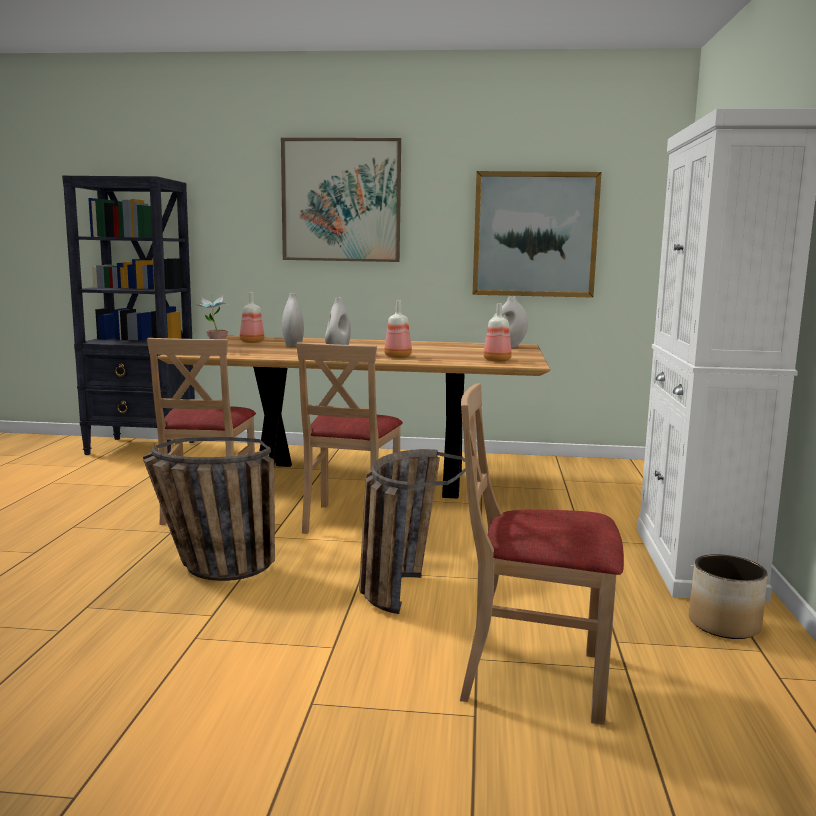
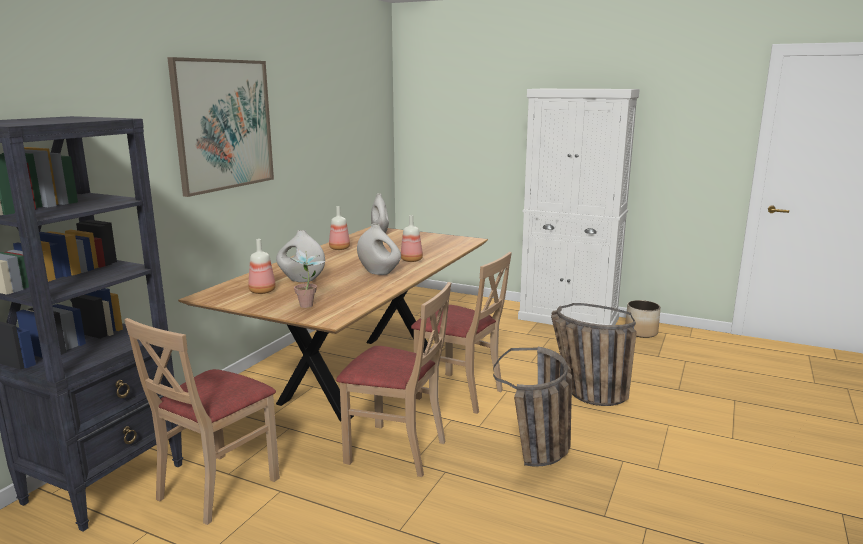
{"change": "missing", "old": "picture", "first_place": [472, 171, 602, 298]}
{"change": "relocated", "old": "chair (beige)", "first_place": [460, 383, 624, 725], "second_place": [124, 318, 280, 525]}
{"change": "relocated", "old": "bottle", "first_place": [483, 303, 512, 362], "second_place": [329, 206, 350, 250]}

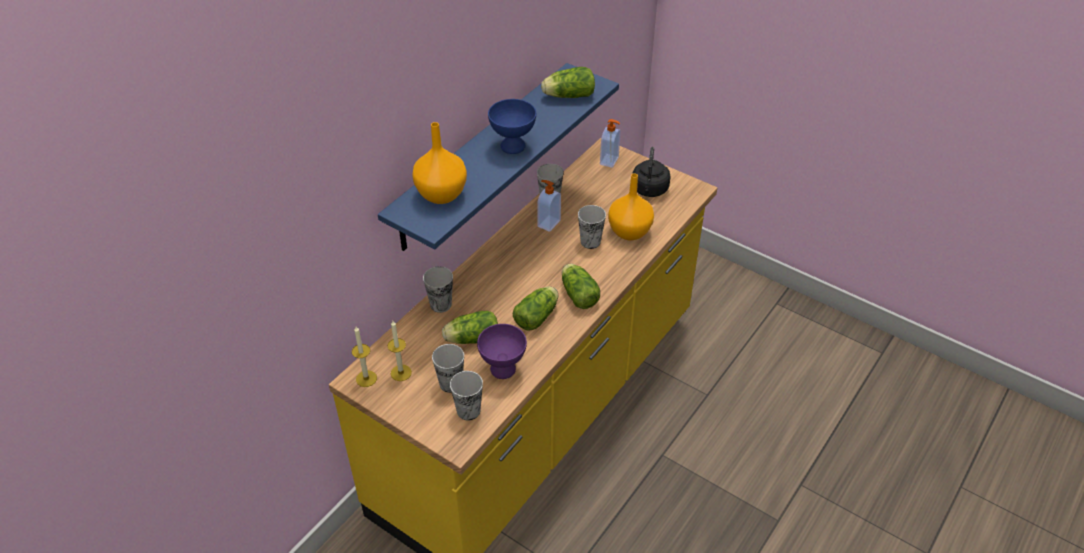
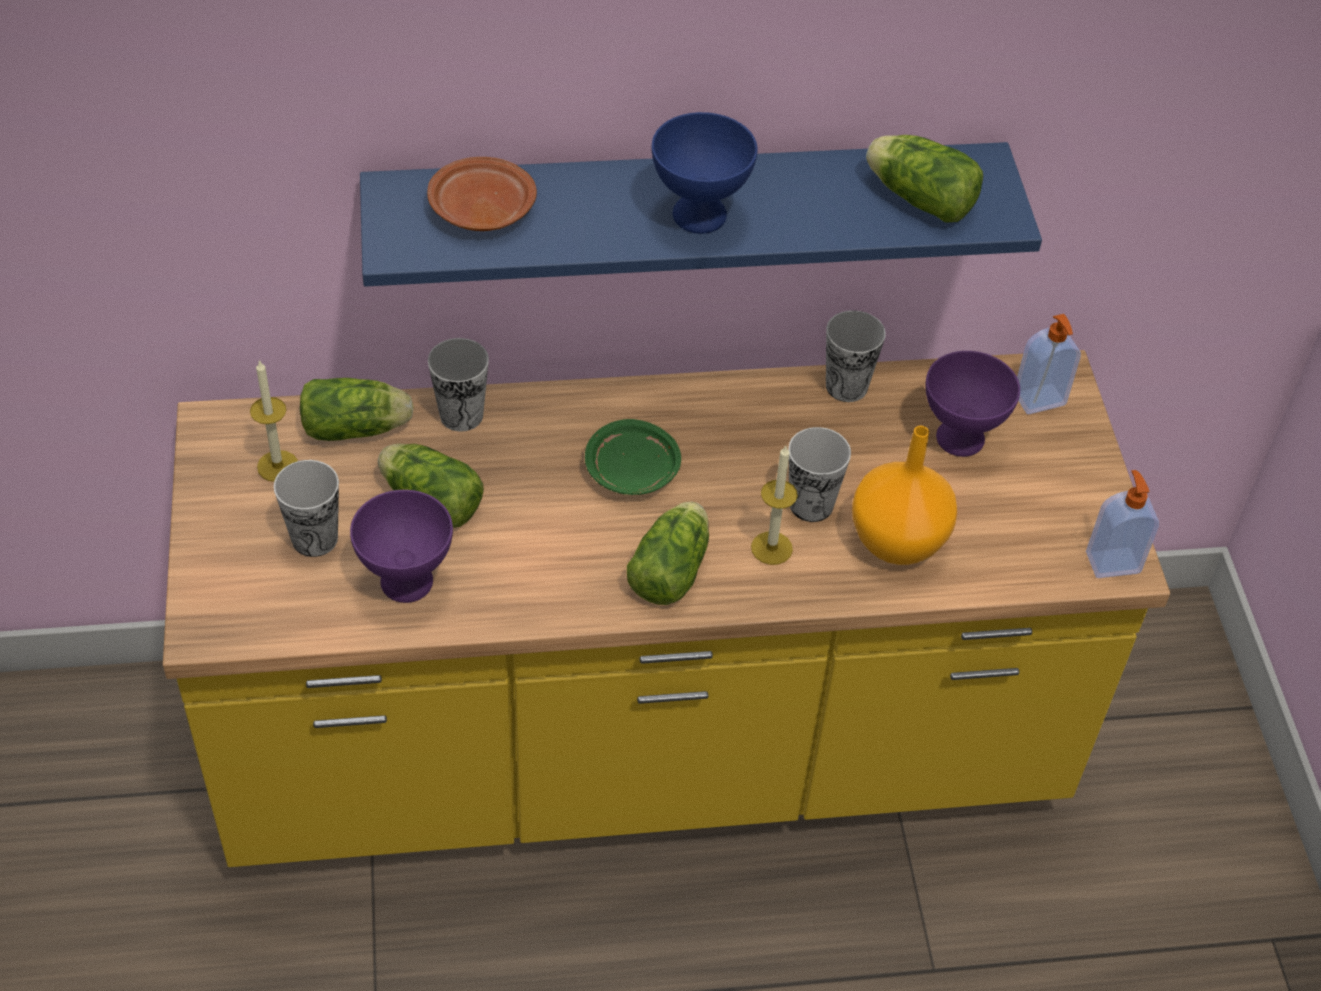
{"change": "missing", "old": "cup", "first_place": [450, 371, 483, 420]}
{"change": "missing", "old": "kettle (black)", "first_place": [632, 147, 670, 197]}
{"change": "appeared", "new": "plate (green)", "second_place": [585, 419, 681, 495]}
{"change": "appeared", "new": "bowl (purple)", "second_place": [926, 351, 1020, 457]}
{"change": "relocated", "old": "candle", "first_place": [352, 327, 377, 387], "second_place": [751, 446, 798, 565]}
{"change": "relocated", "old": "lettuce", "first_place": [513, 287, 558, 331], "second_place": [300, 378, 414, 441]}
{"change": "relocated", "old": "soap dispenser", "first_place": [537, 180, 561, 232], "second_place": [1086, 470, 1159, 578]}
{"change": "exchanged", "old": "vase (orange)", "new": "plate (brown)", "first_place": [412, 122, 467, 204], "second_place": [427, 157, 537, 231]}

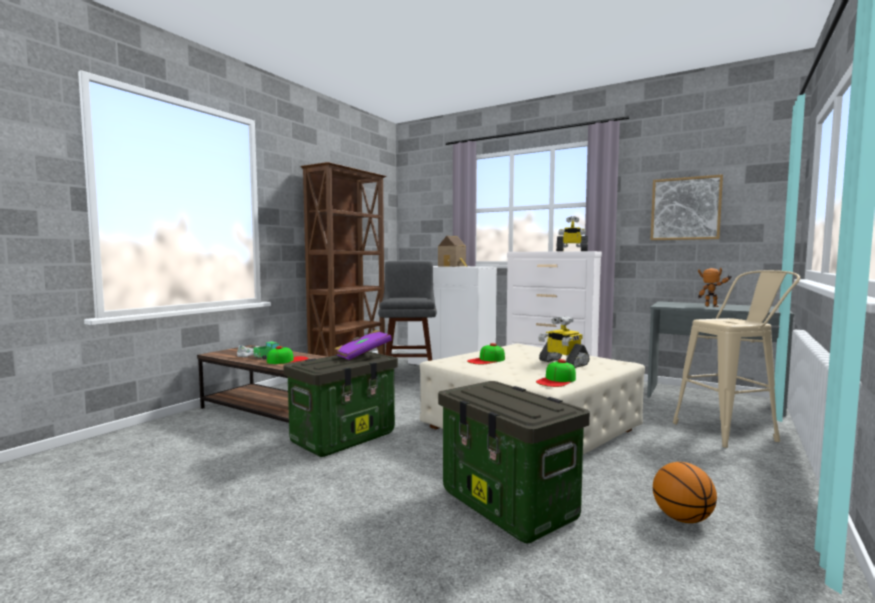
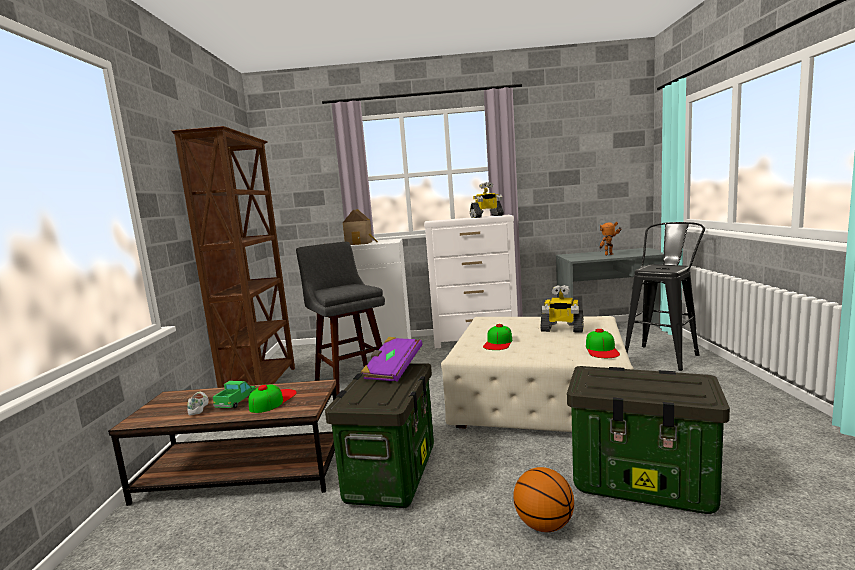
{"change": "missing", "old": "picture", "first_place": [650, 174, 723, 240]}
{"change": "relocated", "old": "basketball", "first_place": [653, 462, 717, 523], "second_place": [513, 467, 574, 532]}
{"change": "colour", "old": "stool (beige)", "new": "stool (black)", "first_place": [673, 270, 800, 448], "second_place": [625, 222, 705, 371]}

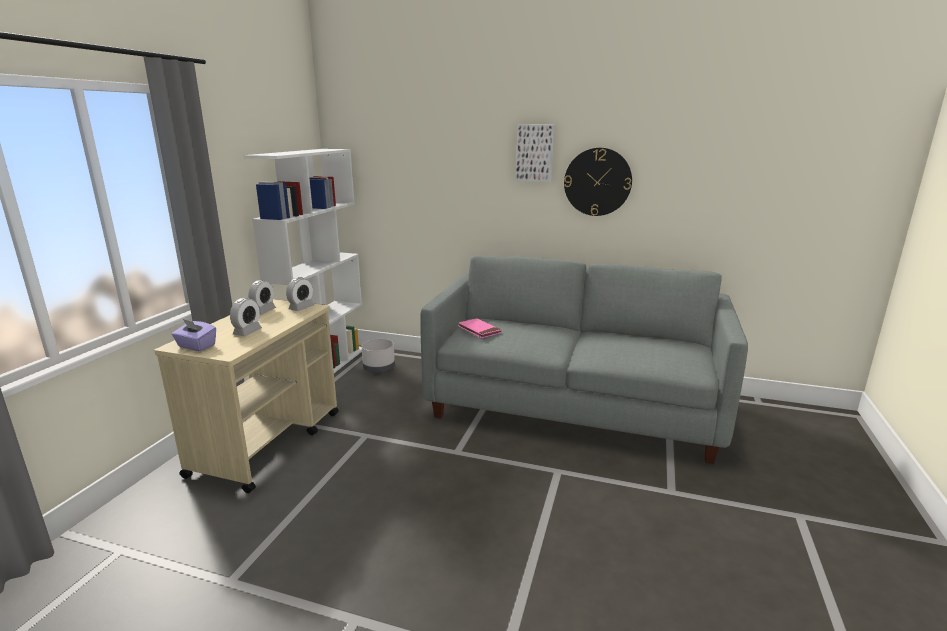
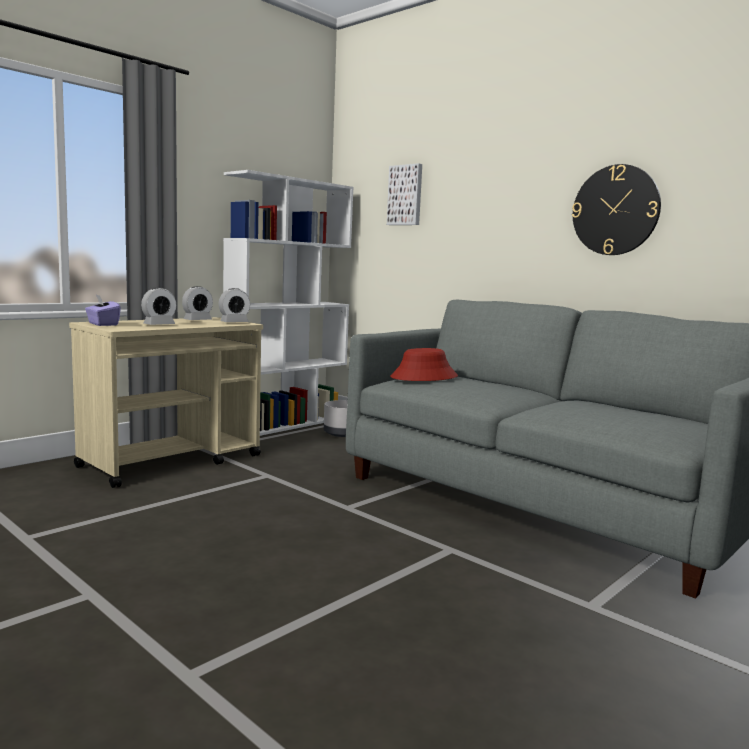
{"change": "relocated", "old": "picture", "first_place": [516, 124, 555, 182], "second_place": [387, 163, 422, 225]}
{"change": "exchanged", "old": "book (pink)", "new": "hat (red)", "first_place": [458, 318, 501, 338], "second_place": [390, 348, 458, 381]}

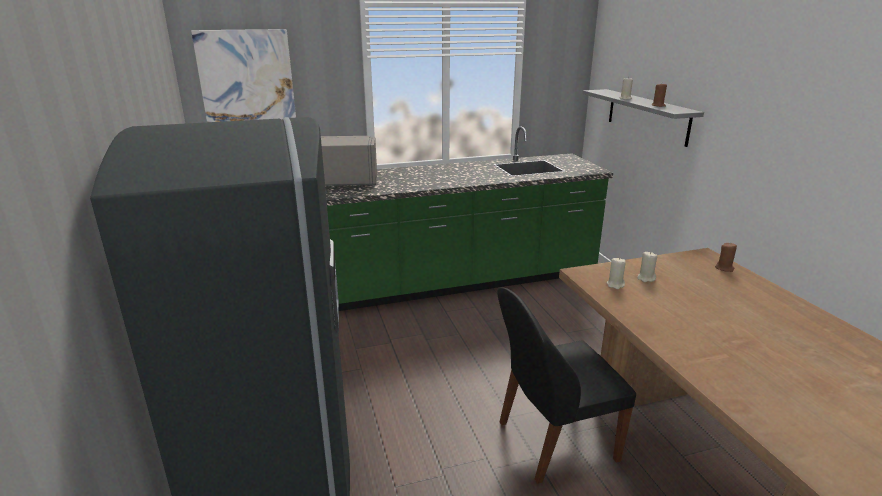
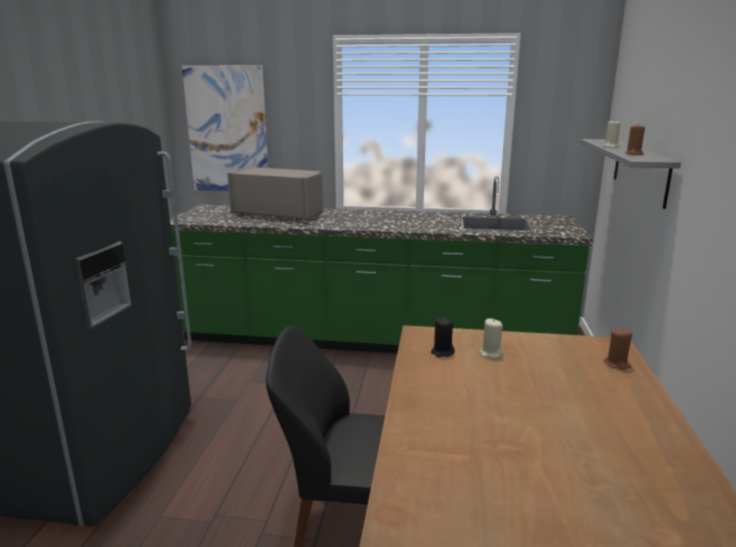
{"change": "colour", "old": "candle (beige)", "new": "candle (black)", "first_place": [607, 257, 626, 289], "second_place": [431, 318, 455, 357]}

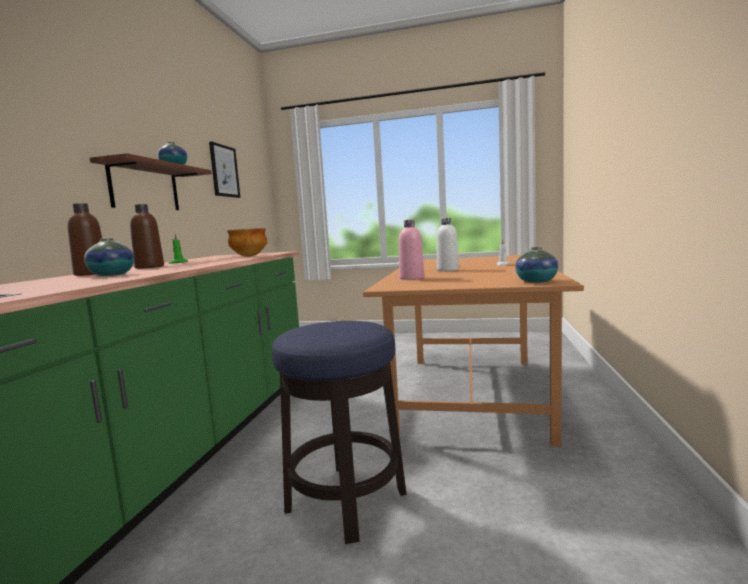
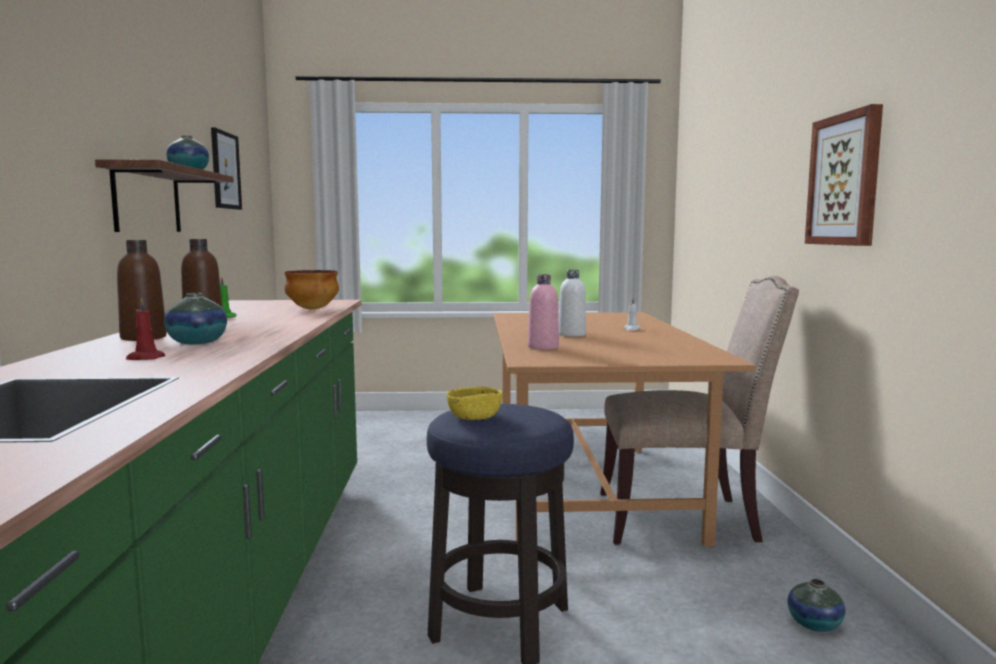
{"change": "appeared", "new": "candle (red)", "second_place": [126, 297, 165, 360]}
{"change": "appeared", "new": "bowl (yellow)", "second_place": [446, 387, 503, 420]}
{"change": "appeared", "new": "chair (beige)", "second_place": [600, 276, 799, 545]}
{"change": "appeared", "new": "picture", "second_place": [805, 104, 883, 246]}
{"change": "relocated", "old": "vase", "first_place": [515, 247, 558, 283], "second_place": [787, 579, 845, 632]}

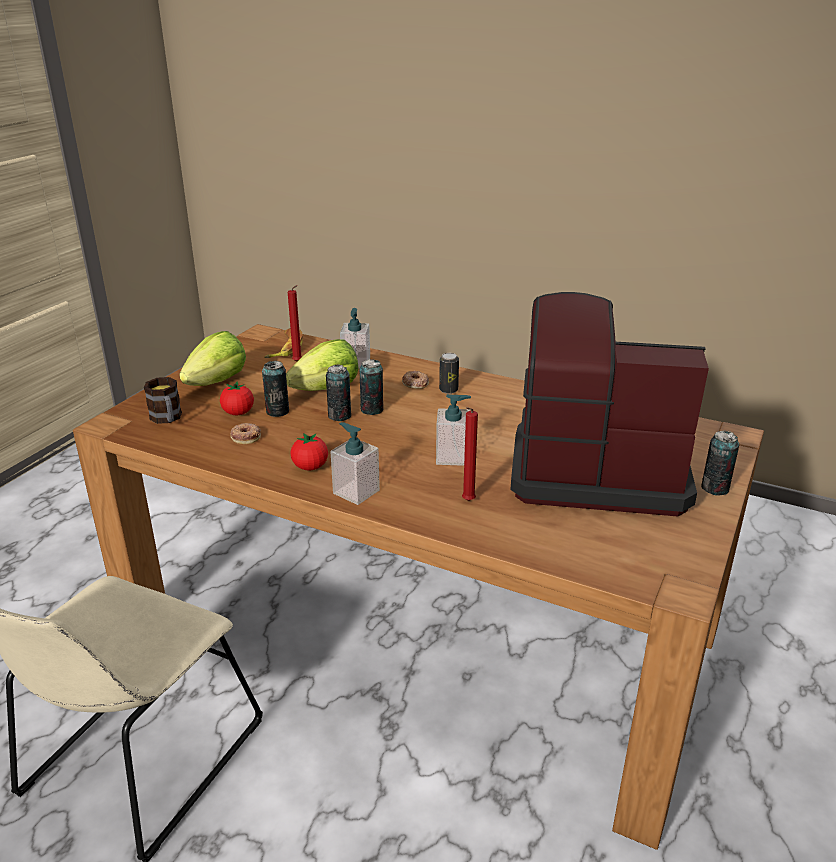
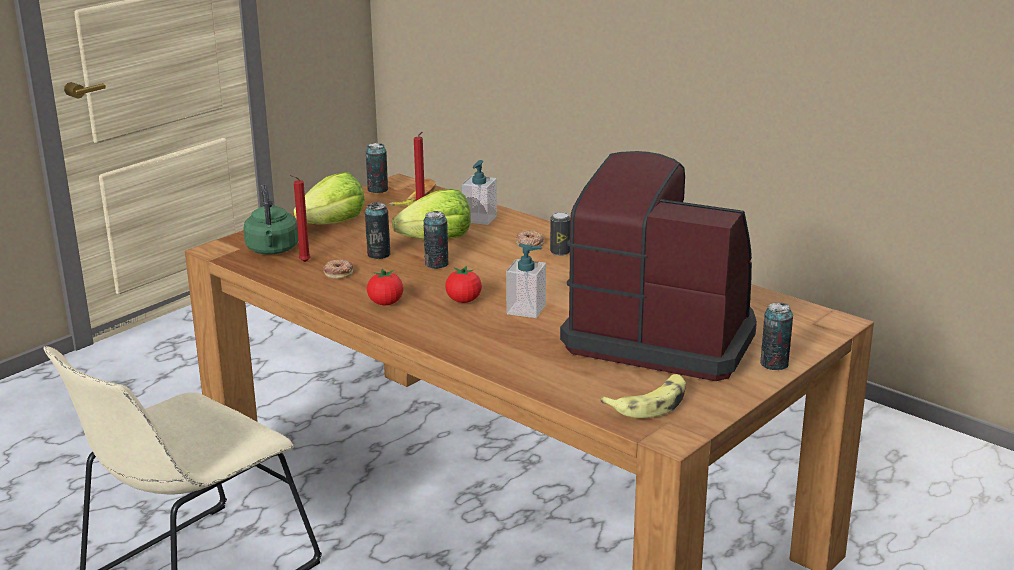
{"change": "missing", "old": "soap dispenser", "first_place": [331, 422, 380, 505]}
{"change": "appeared", "new": "banana", "second_place": [600, 374, 686, 418]}
{"change": "relocated", "old": "tomato", "first_place": [220, 381, 254, 415], "second_place": [445, 266, 482, 303]}
{"change": "relocated", "old": "can", "first_place": [359, 359, 383, 415], "second_place": [365, 143, 388, 193]}
{"change": "relocated", "old": "candle (red)", "first_place": [462, 407, 478, 501], "second_place": [289, 175, 310, 262]}
{"change": "exchanged", "old": "mug", "new": "kettle (green)", "first_place": [144, 377, 182, 424], "second_place": [243, 184, 298, 255]}

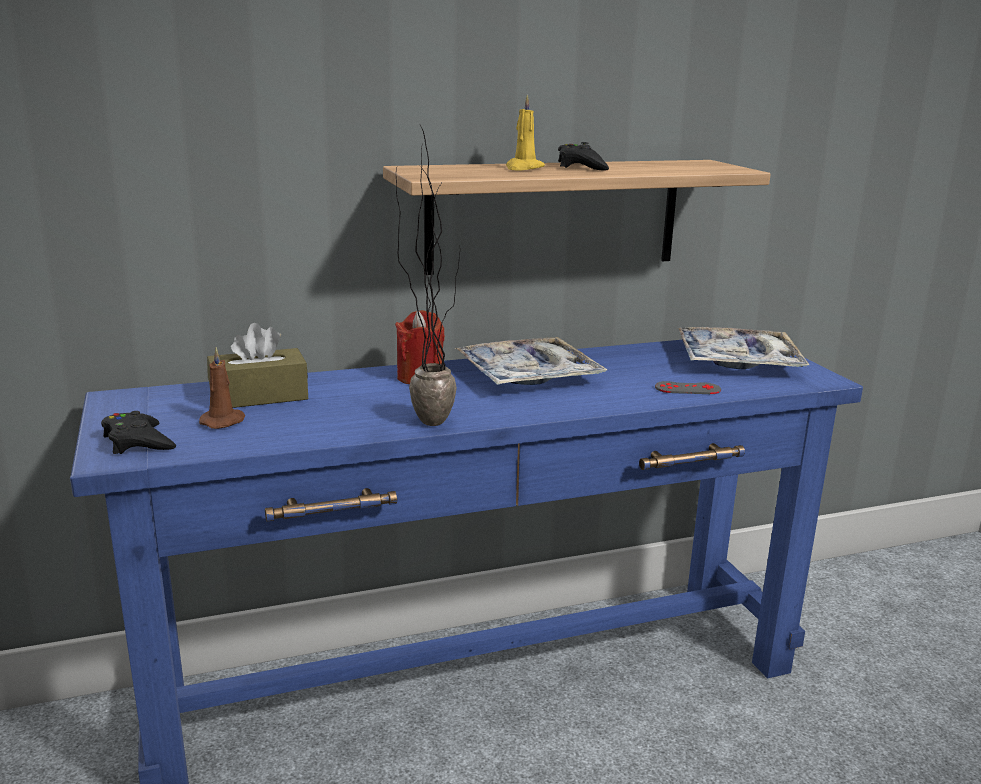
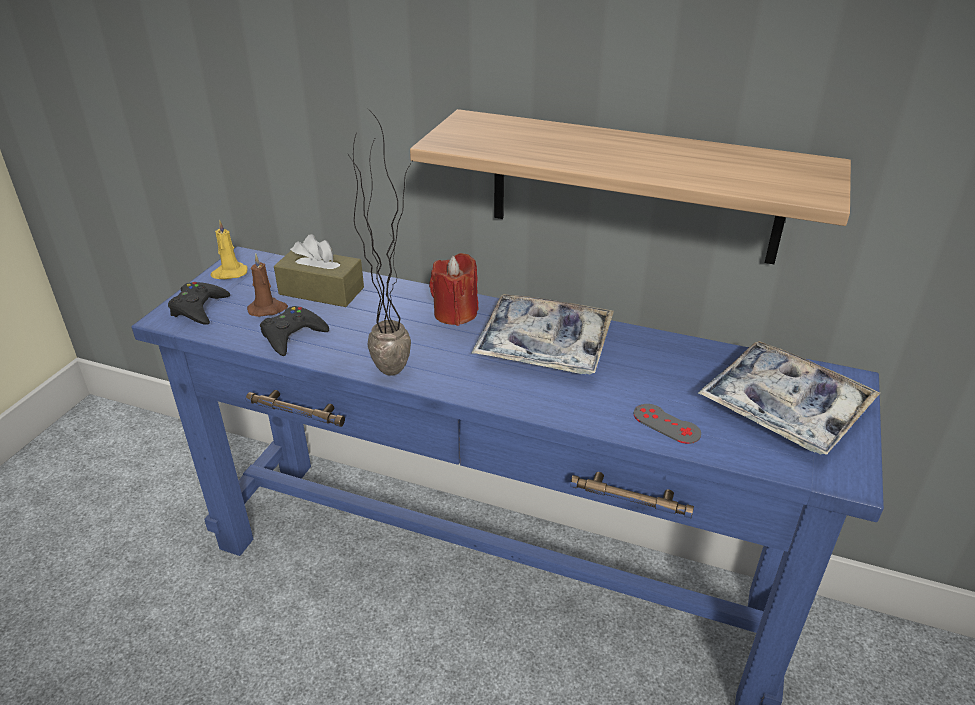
{"change": "relocated", "old": "candle (yellow)", "first_place": [506, 95, 545, 171], "second_place": [210, 219, 248, 279]}
{"change": "relocated", "old": "game controller (black)", "first_place": [558, 142, 609, 171], "second_place": [260, 306, 329, 356]}

